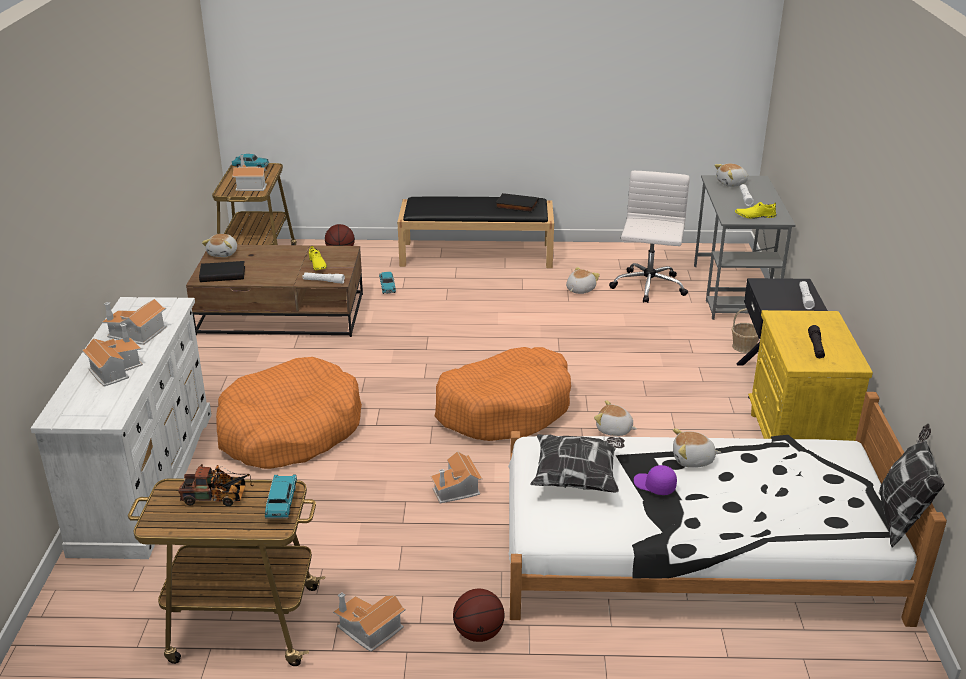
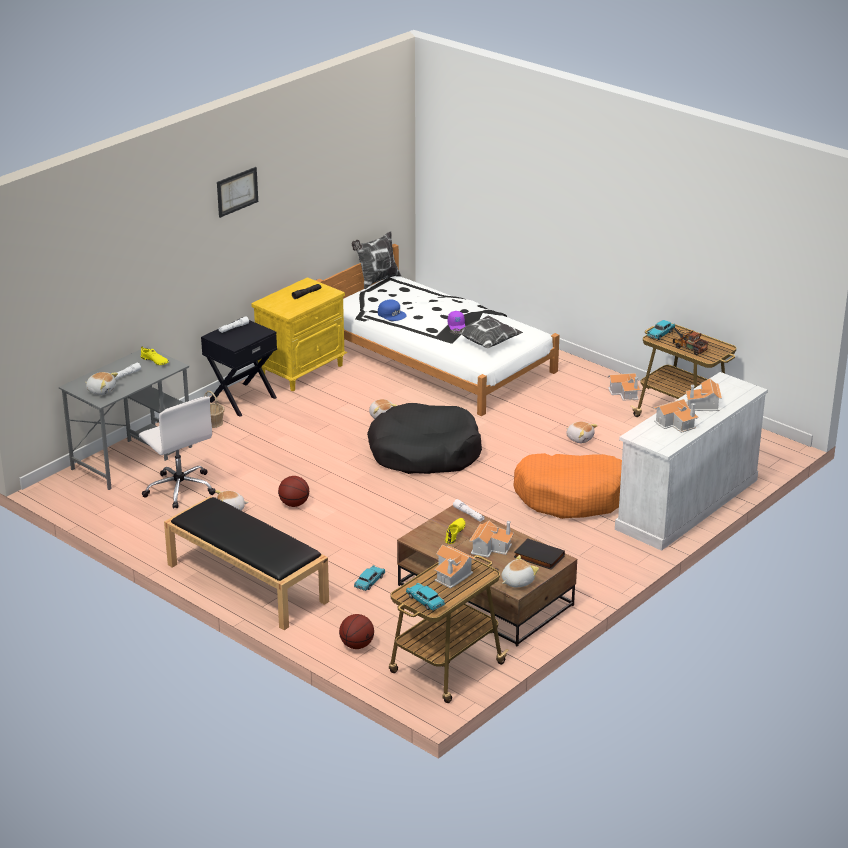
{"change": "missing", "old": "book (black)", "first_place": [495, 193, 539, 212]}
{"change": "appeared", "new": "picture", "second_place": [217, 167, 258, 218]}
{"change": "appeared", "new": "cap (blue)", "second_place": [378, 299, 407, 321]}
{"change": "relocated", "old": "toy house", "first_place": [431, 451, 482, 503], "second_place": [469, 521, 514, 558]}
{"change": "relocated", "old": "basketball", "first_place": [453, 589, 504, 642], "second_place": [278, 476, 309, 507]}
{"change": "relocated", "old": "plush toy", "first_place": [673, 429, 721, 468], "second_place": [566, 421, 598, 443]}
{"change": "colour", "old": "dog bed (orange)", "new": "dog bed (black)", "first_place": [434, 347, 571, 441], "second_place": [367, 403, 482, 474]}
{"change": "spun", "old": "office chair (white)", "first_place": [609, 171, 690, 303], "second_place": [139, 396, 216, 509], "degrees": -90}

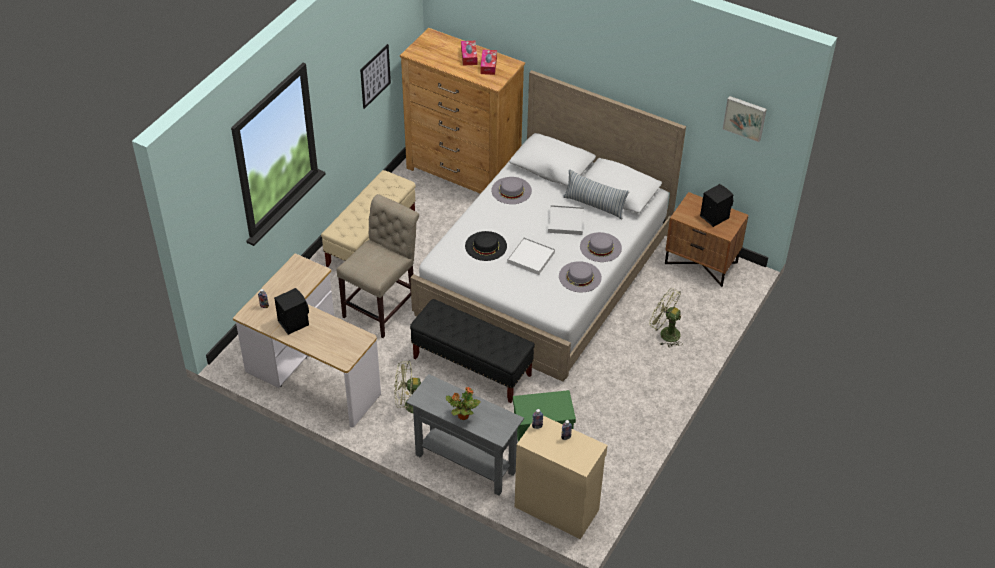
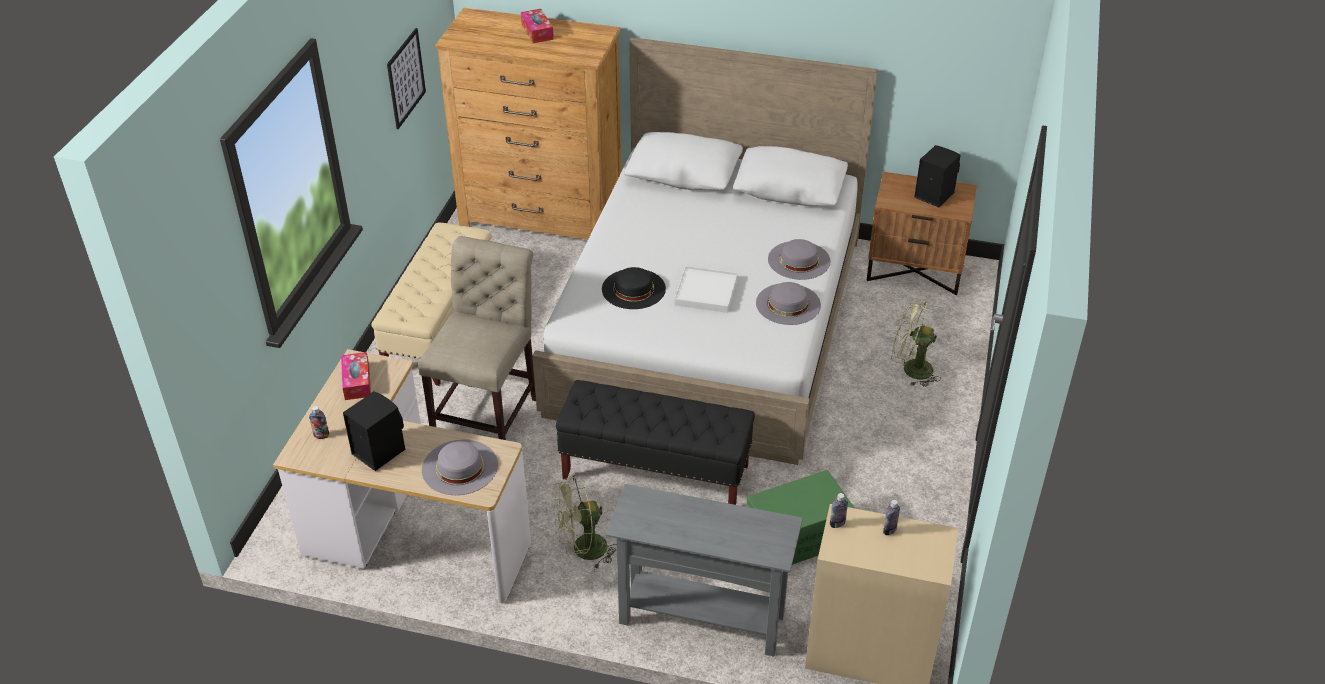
{"change": "missing", "old": "potted plant", "first_place": [446, 387, 481, 420]}
{"change": "missing", "old": "tray (white)", "first_place": [548, 205, 584, 235]}
{"change": "missing", "old": "pillow", "first_place": [563, 169, 629, 219]}
{"change": "missing", "old": "picture", "first_place": [723, 96, 767, 142]}
{"change": "relocated", "old": "tissue box", "first_place": [480, 50, 497, 75], "second_place": [341, 352, 371, 400]}
{"change": "relocated", "old": "hat (grey)", "first_place": [491, 177, 532, 204], "second_place": [422, 440, 498, 495]}

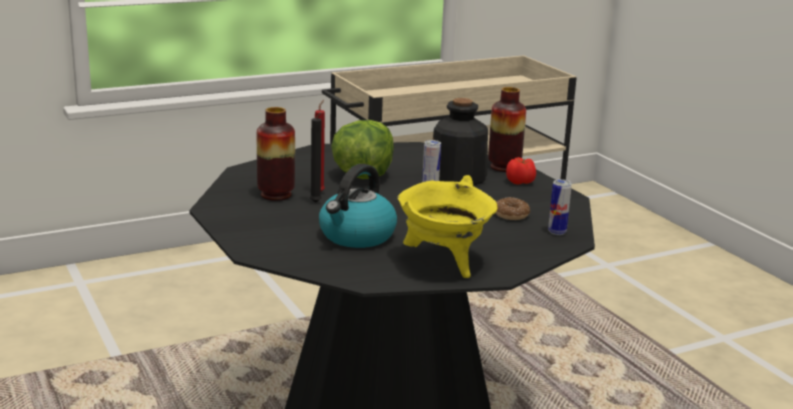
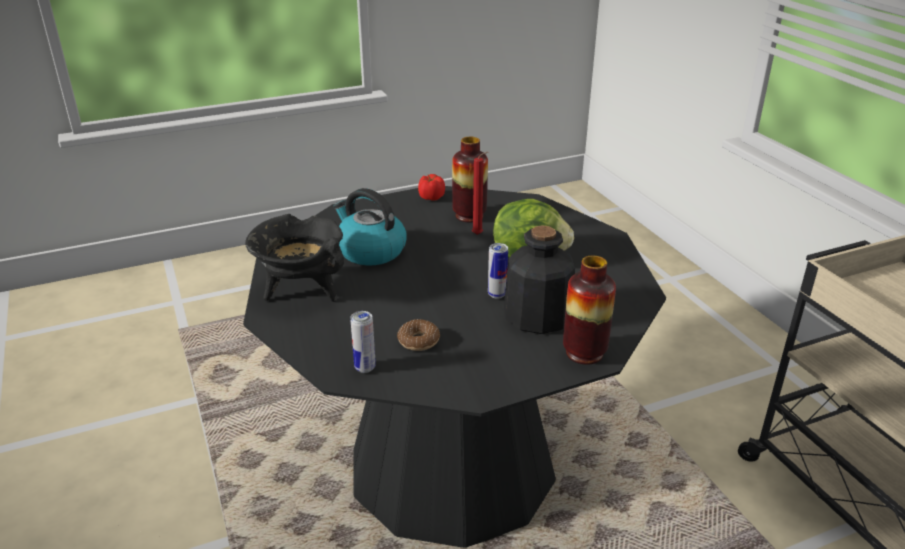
{"change": "missing", "old": "candle (black)", "first_place": [310, 112, 322, 203]}
{"change": "relocated", "old": "tomato", "first_place": [506, 157, 536, 185], "second_place": [418, 174, 445, 201]}
{"change": "colour", "old": "cooking pot (yellow)", "new": "cooking pot (black)", "first_place": [397, 175, 498, 278], "second_place": [245, 214, 344, 302]}

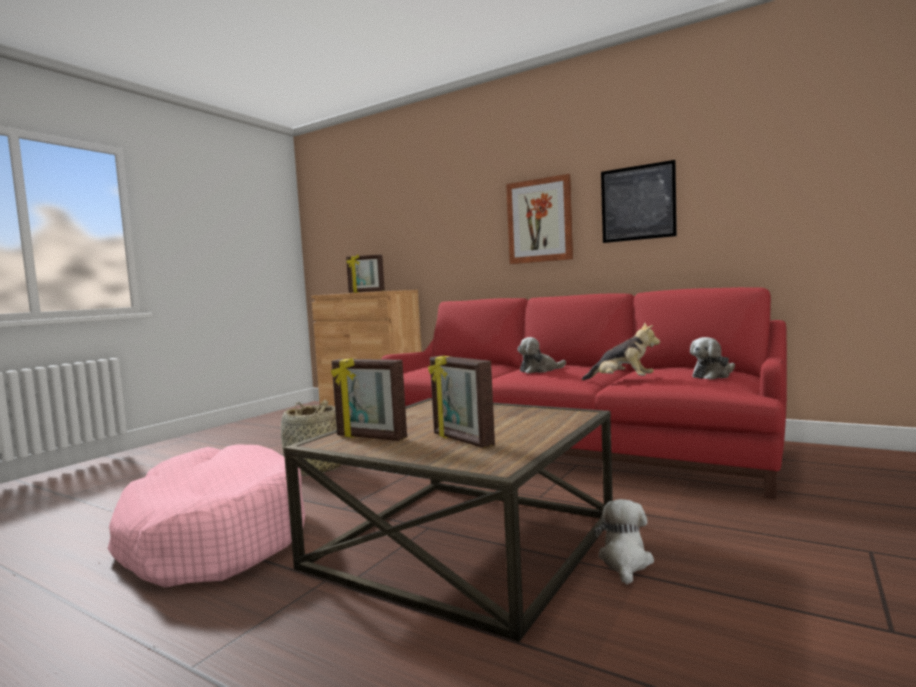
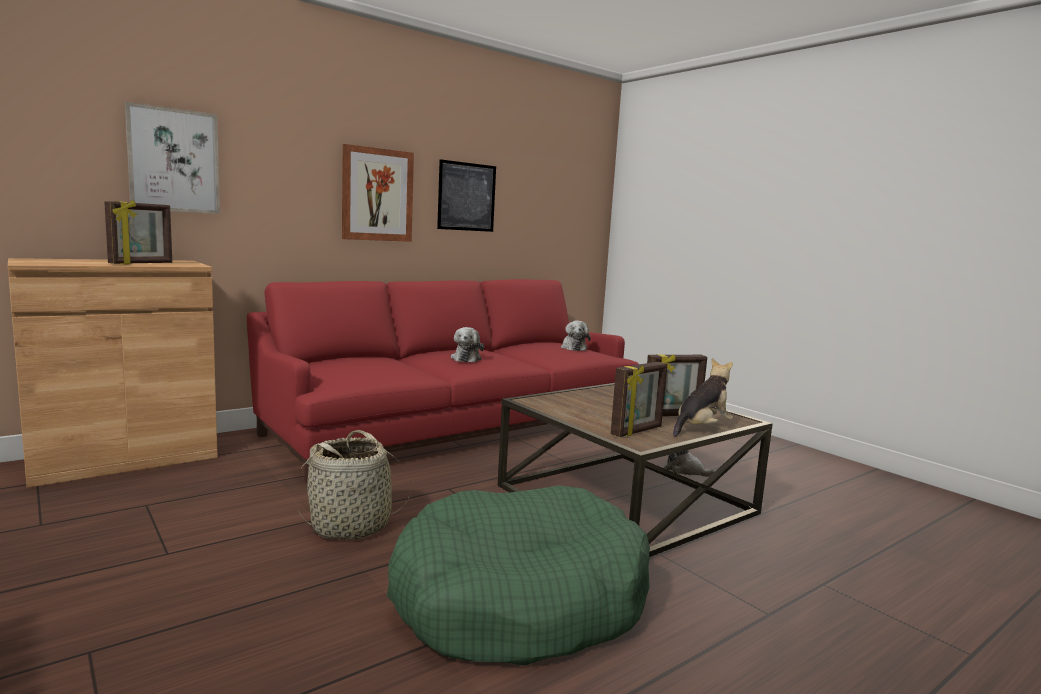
{"change": "appeared", "new": "picture", "second_place": [125, 102, 220, 214]}
{"change": "relocated", "old": "plush toy", "first_place": [582, 322, 660, 380], "second_place": [673, 358, 733, 437]}
{"change": "colour", "old": "dog bed (pink)", "new": "dog bed (green)", "first_place": [108, 444, 306, 588], "second_place": [387, 485, 650, 666]}

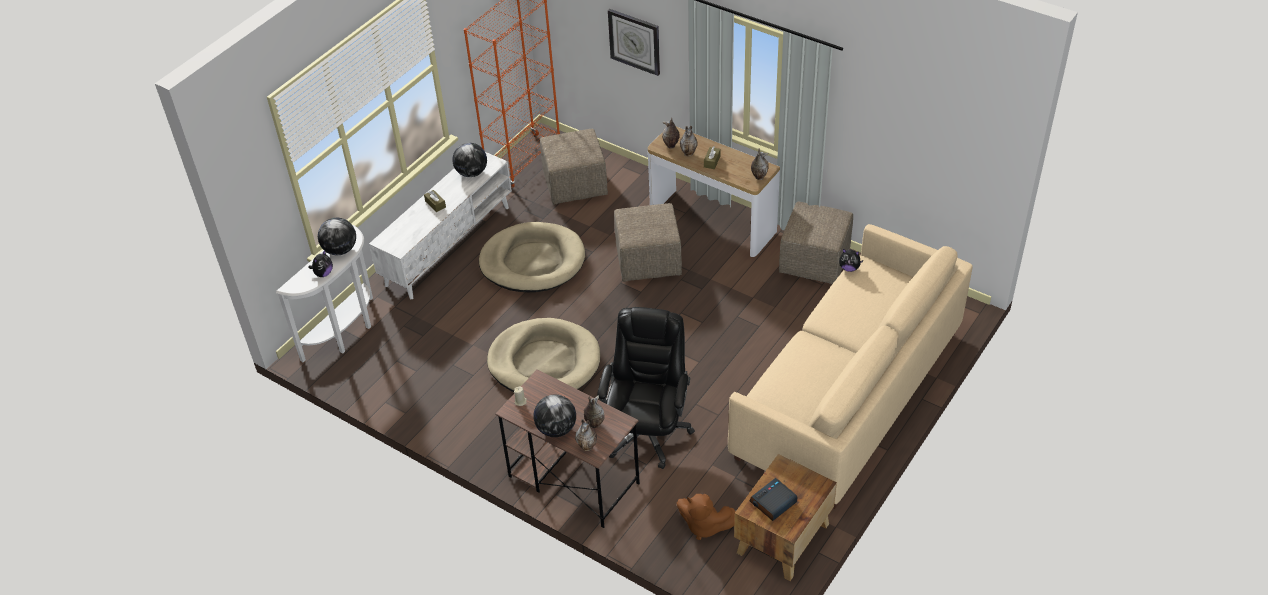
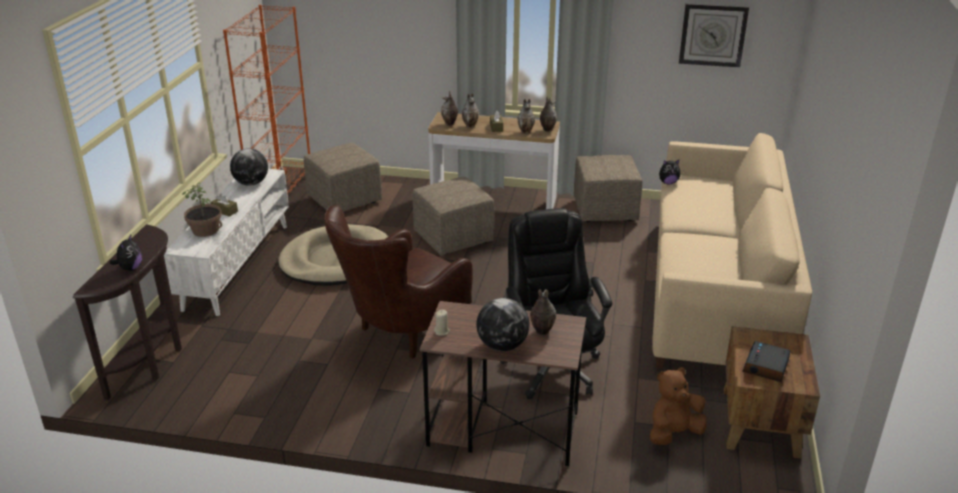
{"change": "missing", "old": "globe", "first_place": [318, 218, 356, 255]}
{"change": "appeared", "new": "potted plant", "second_place": [183, 183, 222, 237]}
{"change": "relocated", "old": "vase", "first_place": [575, 419, 597, 451], "second_place": [517, 99, 535, 134]}
{"change": "relocated", "old": "wall clock", "first_place": [608, 9, 660, 76], "second_place": [679, 3, 749, 67]}
{"change": "exchanged", "old": "dog bed (beige)", "new": "armchair (brown)", "first_place": [487, 318, 600, 392], "second_place": [324, 205, 473, 359]}
{"change": "colour", "old": "console table (white)", "new": "console table (brown)", "first_place": [276, 225, 373, 362], "second_place": [73, 224, 182, 400]}
{"change": "spun", "old": "plush toy (brown)", "first_place": [676, 494, 736, 540], "second_place": [650, 367, 707, 445], "degrees": 150}

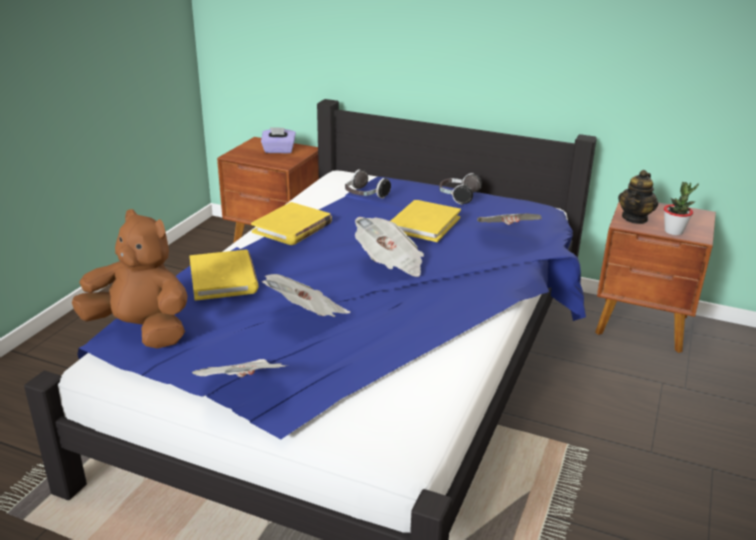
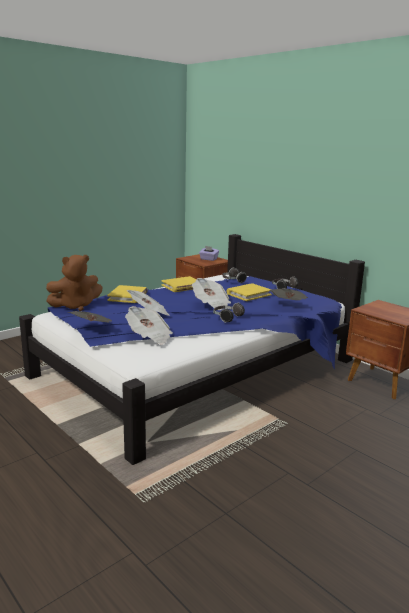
{"change": "missing", "old": "teapot", "first_place": [618, 170, 658, 224]}
{"change": "missing", "old": "potted plant", "first_place": [664, 182, 699, 235]}
{"change": "appeared", "new": "newspaper", "second_place": [125, 306, 173, 345]}
{"change": "appeared", "new": "headphones", "second_place": [213, 302, 245, 323]}
{"change": "spun", "old": "plush toy (brown)", "first_place": [72, 209, 188, 349], "second_place": [46, 255, 103, 311], "degrees": 105}

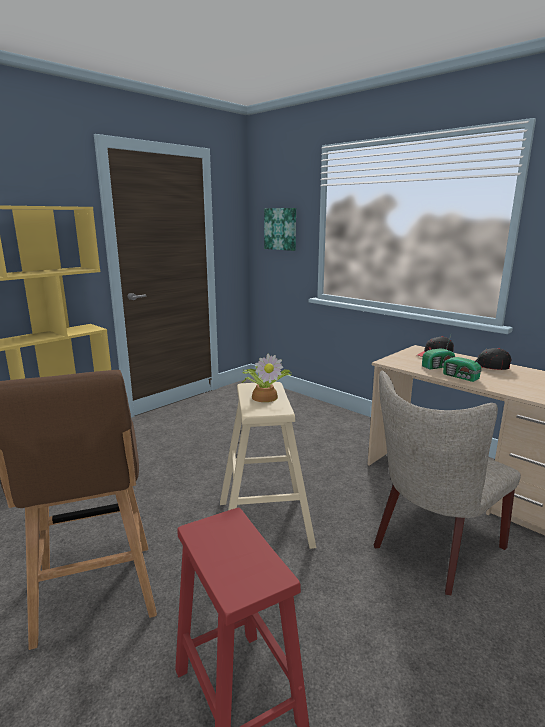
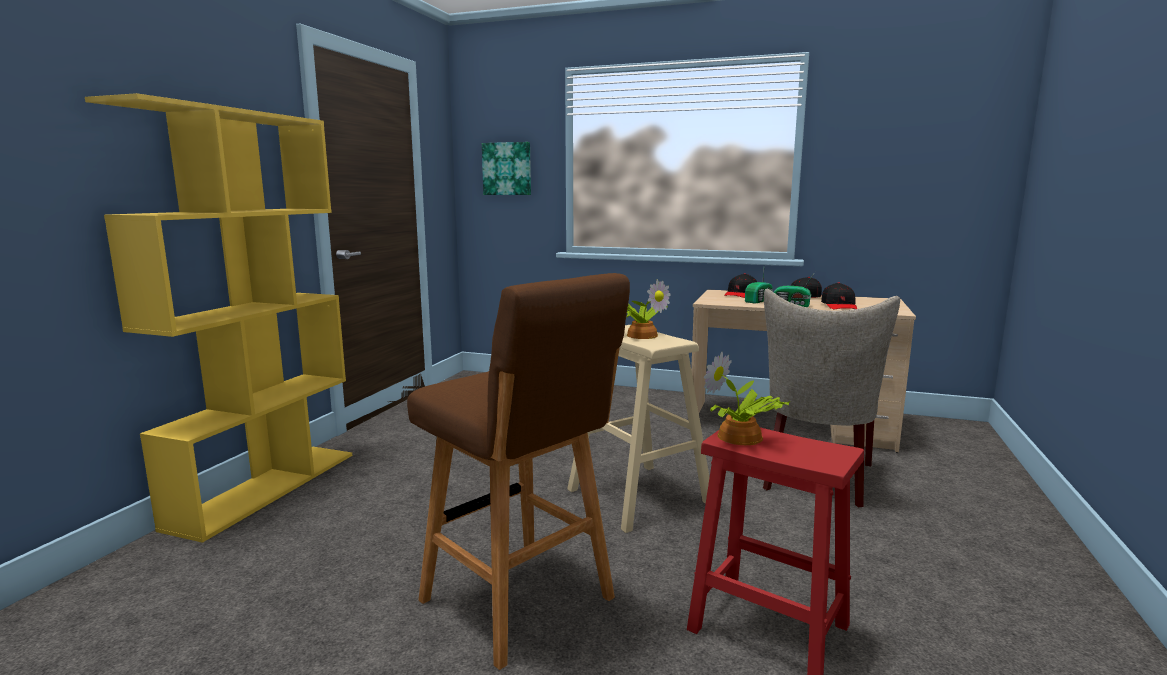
{"change": "appeared", "new": "potted plant", "second_place": [704, 352, 790, 445]}
{"change": "appeared", "new": "cap (black)", "second_place": [821, 282, 857, 309]}

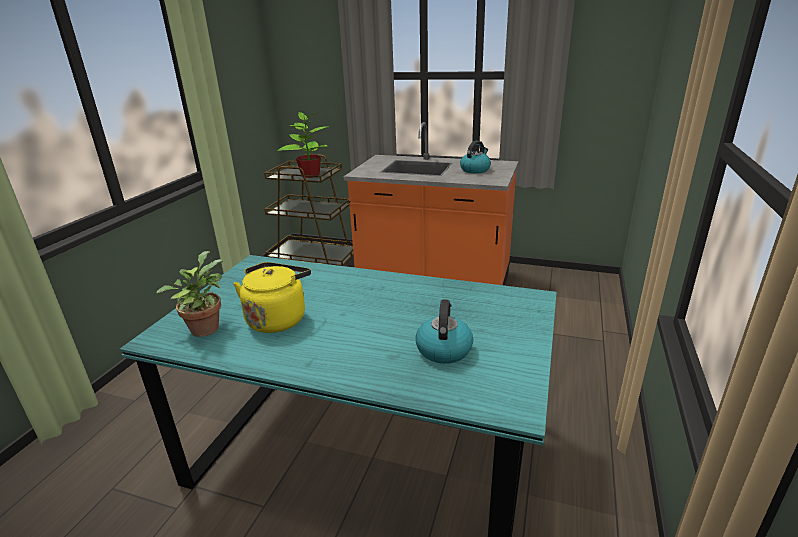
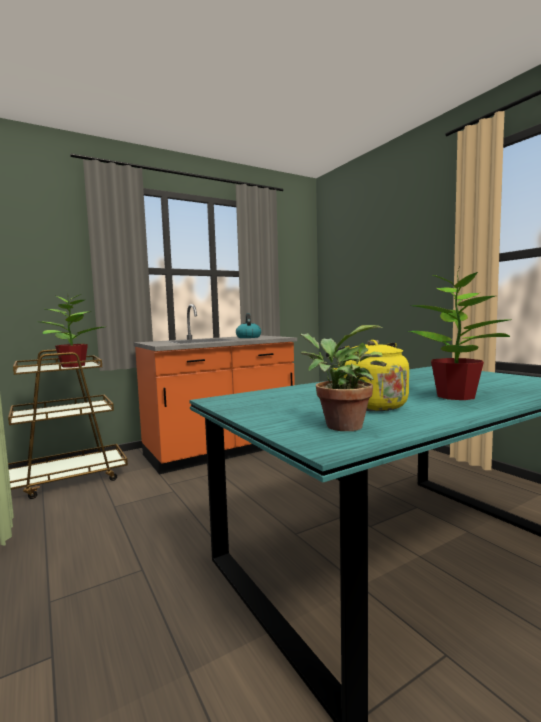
{"change": "missing", "old": "kettle", "first_place": [416, 299, 473, 364]}
{"change": "appeared", "new": "potted plant", "second_place": [408, 269, 511, 400]}

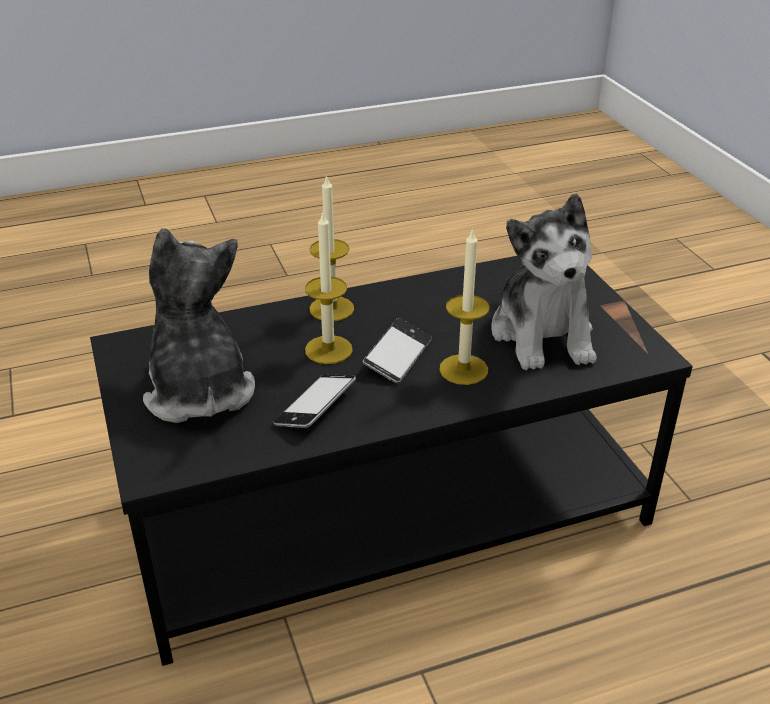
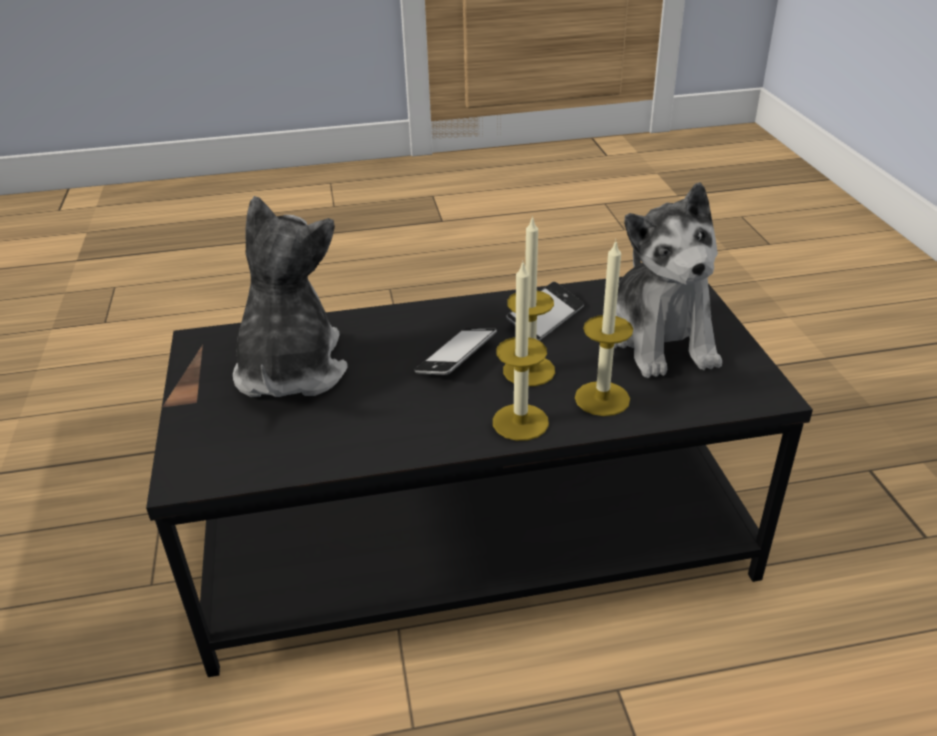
{"change": "relocated", "old": "candle", "first_place": [439, 228, 489, 385], "second_place": [575, 240, 633, 416]}

